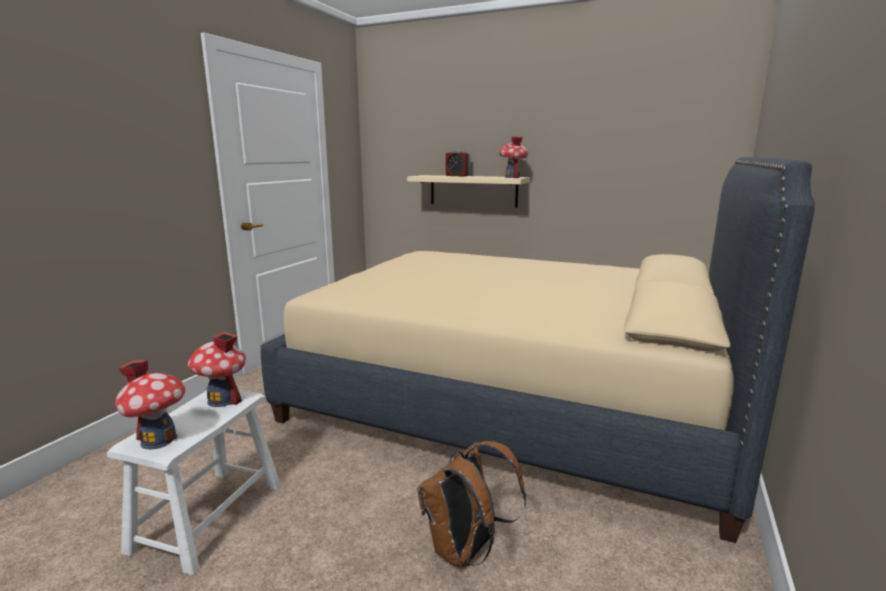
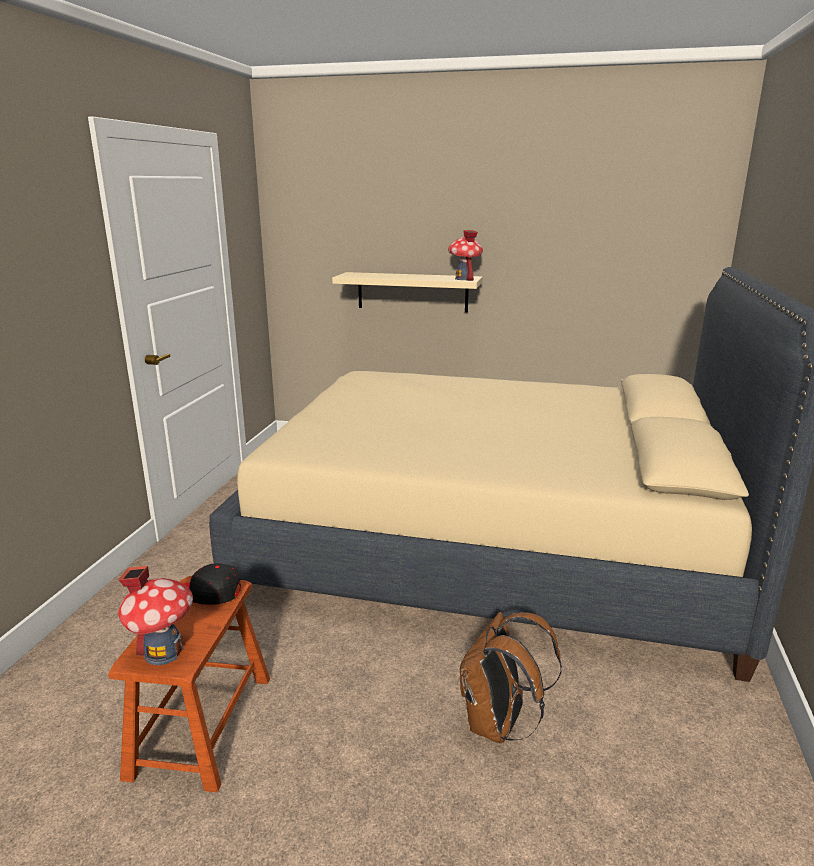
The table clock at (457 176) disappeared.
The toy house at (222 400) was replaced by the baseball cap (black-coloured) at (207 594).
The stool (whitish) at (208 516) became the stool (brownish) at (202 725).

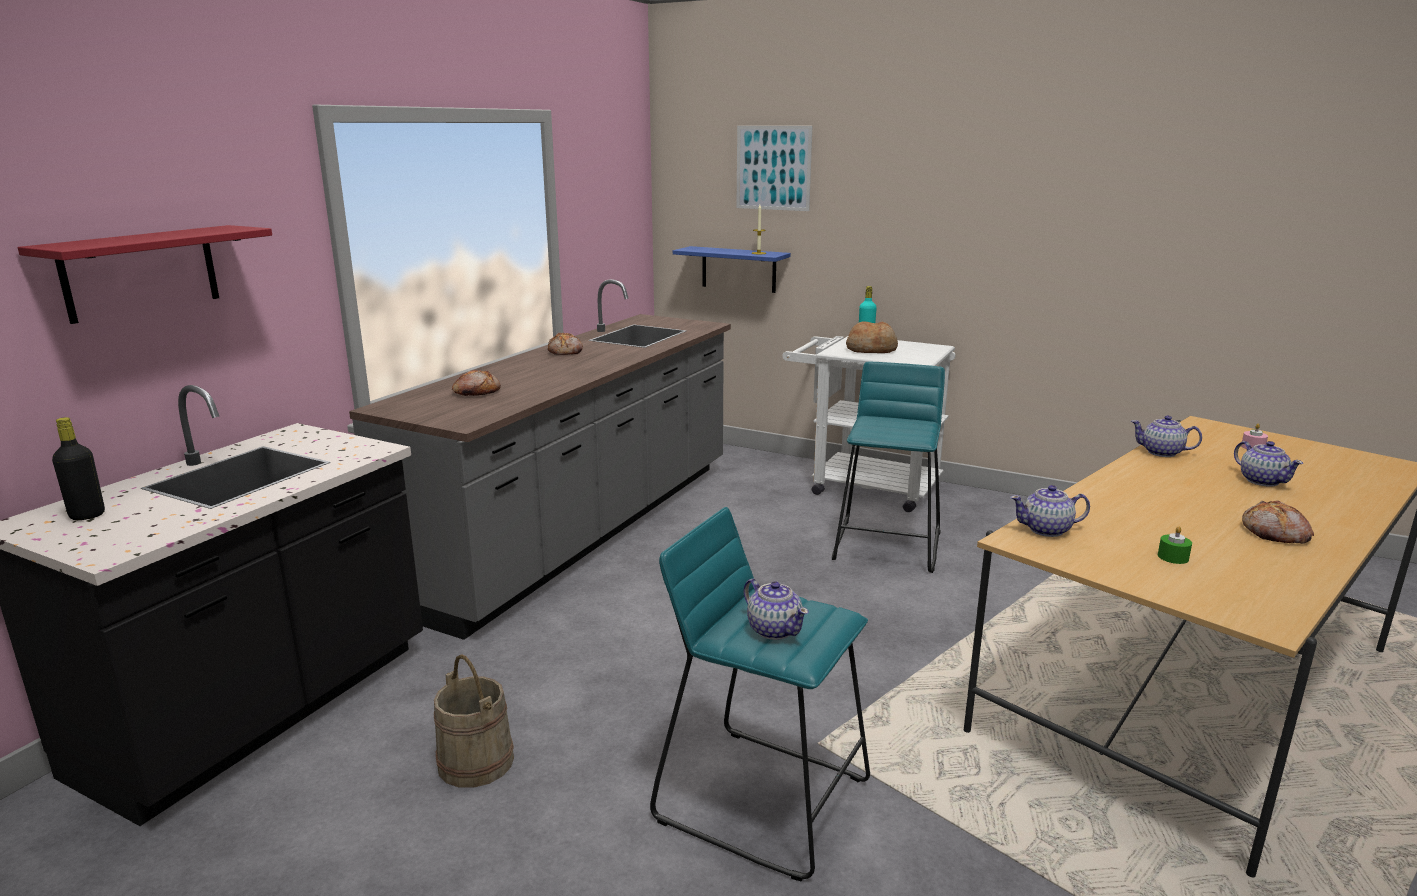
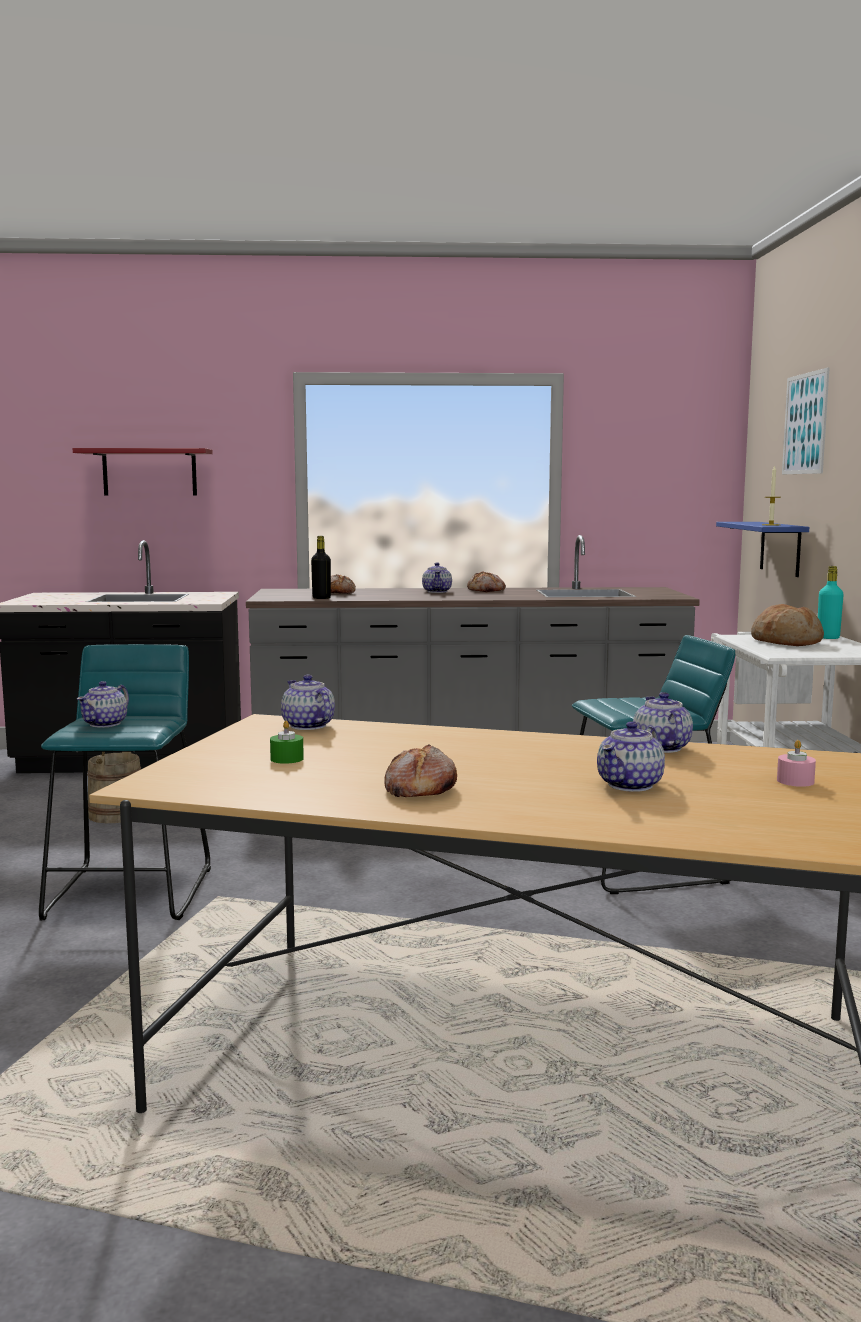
The pot for tea at (437 591) appeared.
The beverage bottle (black-coloured) moved from (87 515) to (321 598).

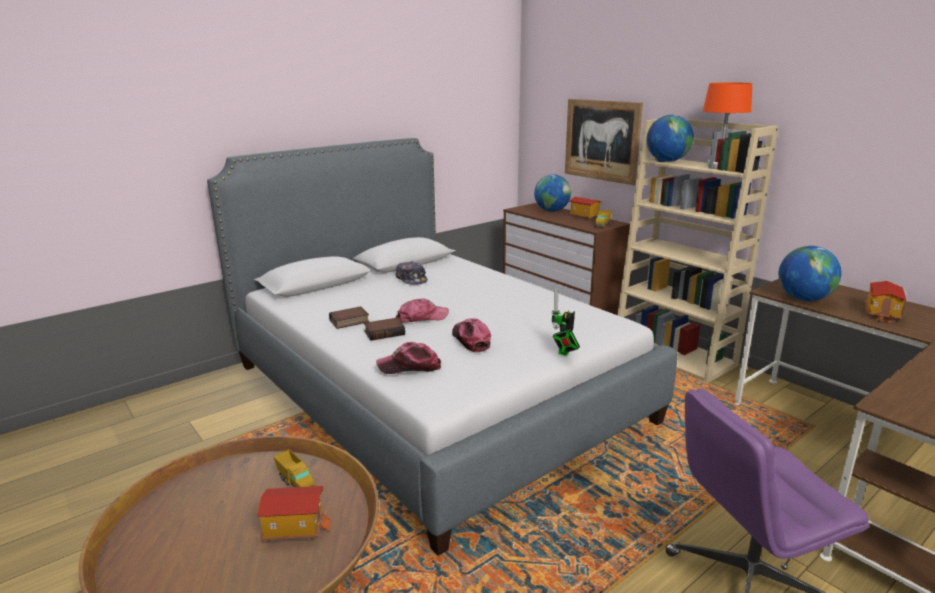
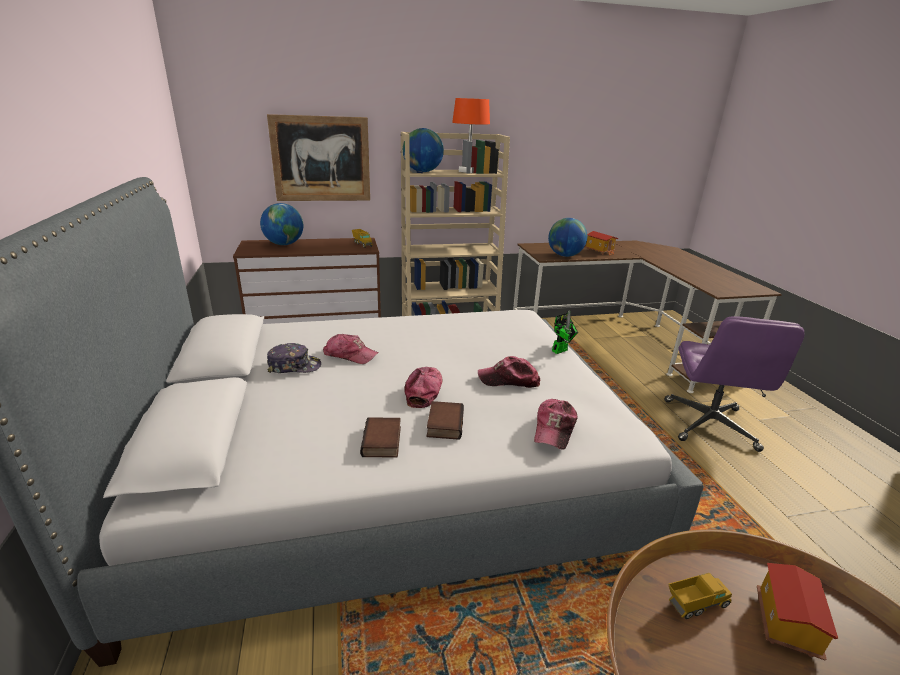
The toy house at (584 217) disappeared.
The baseball cap at (350 355) appeared.
The model robot at (564 352) turned 90 degrees counterclockwise.

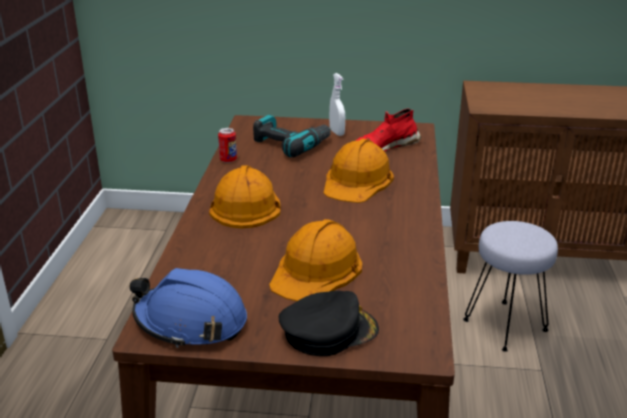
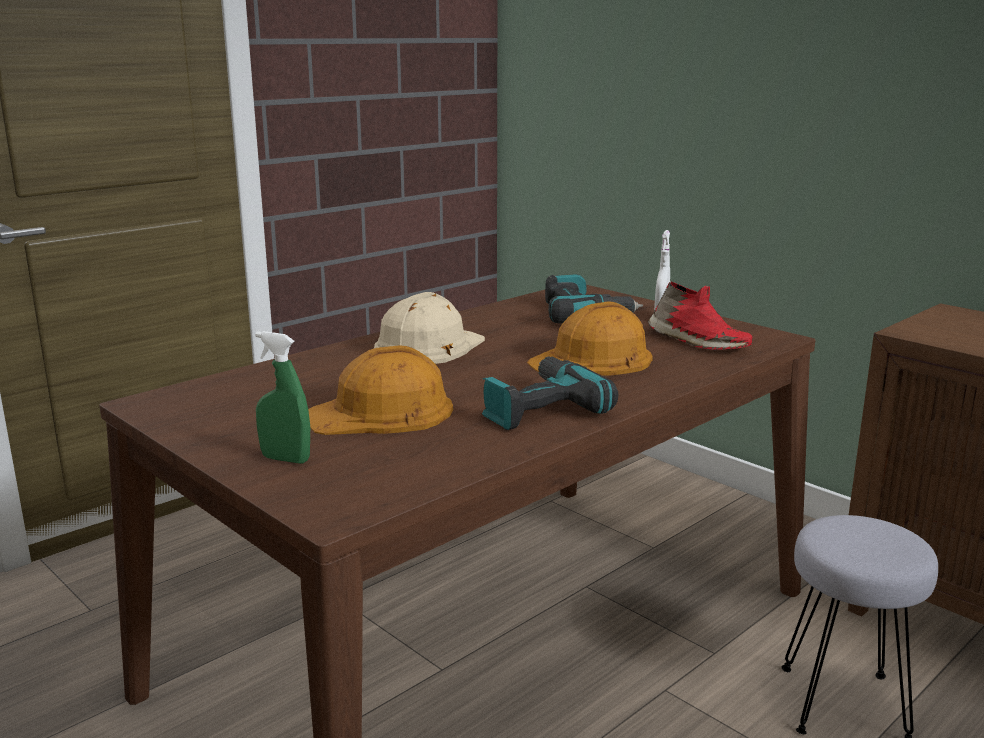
The hard hat (blue-coloured) at (191 322) disappeared.
The metal can at (228 160) disappeared.
The power drill at (539 408) appeared.
The baseball cap (black-coloured) at (328 331) was replaced by the hand sprayer (greenish) at (285 459).
The hard hat (orange-coloured) at (245 205) became the hard hat (beige-coloured) at (428 346).
The item of footwear (reddish) at (385 146) turned 150 degrees counterclockwise.

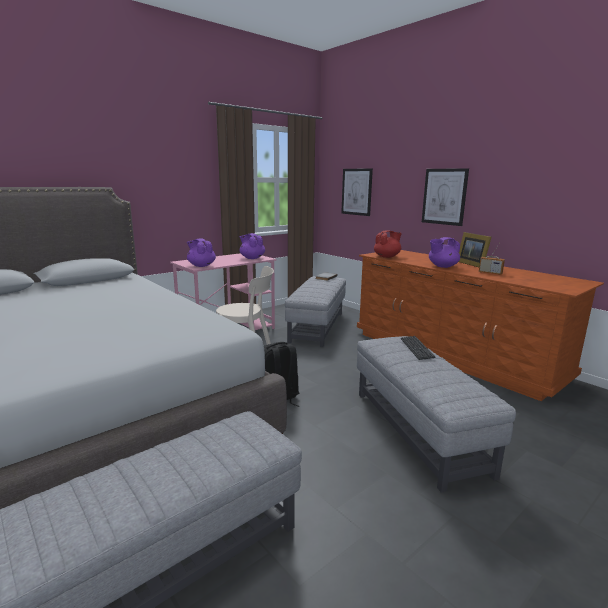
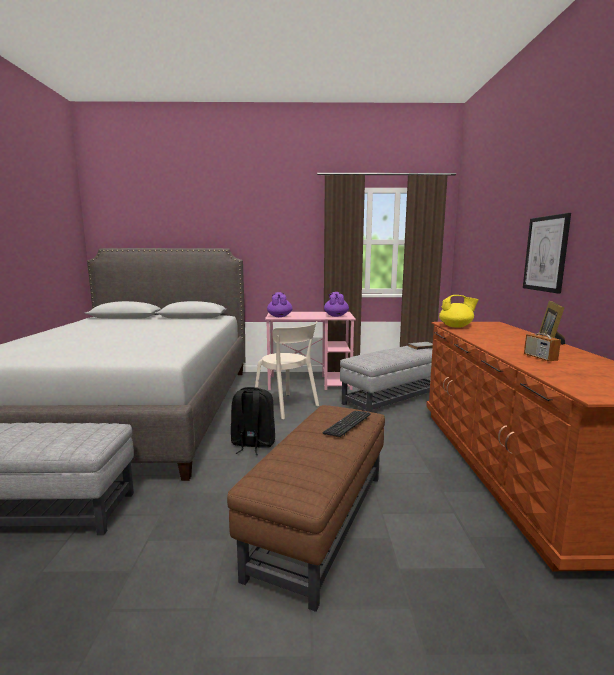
The wall art at (356 192) disappeared.
The pot for tea (purplish) at (442 266) disappeared.
The ottoman (gray) at (418 430) became the ottoman (brownish) at (321 521).
The pot for tea (reddish) at (387 257) became the pot for tea (yellowish) at (456 326).

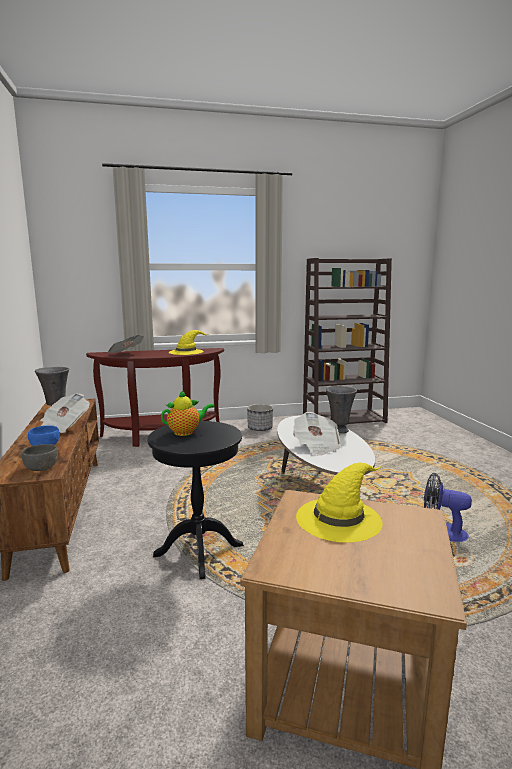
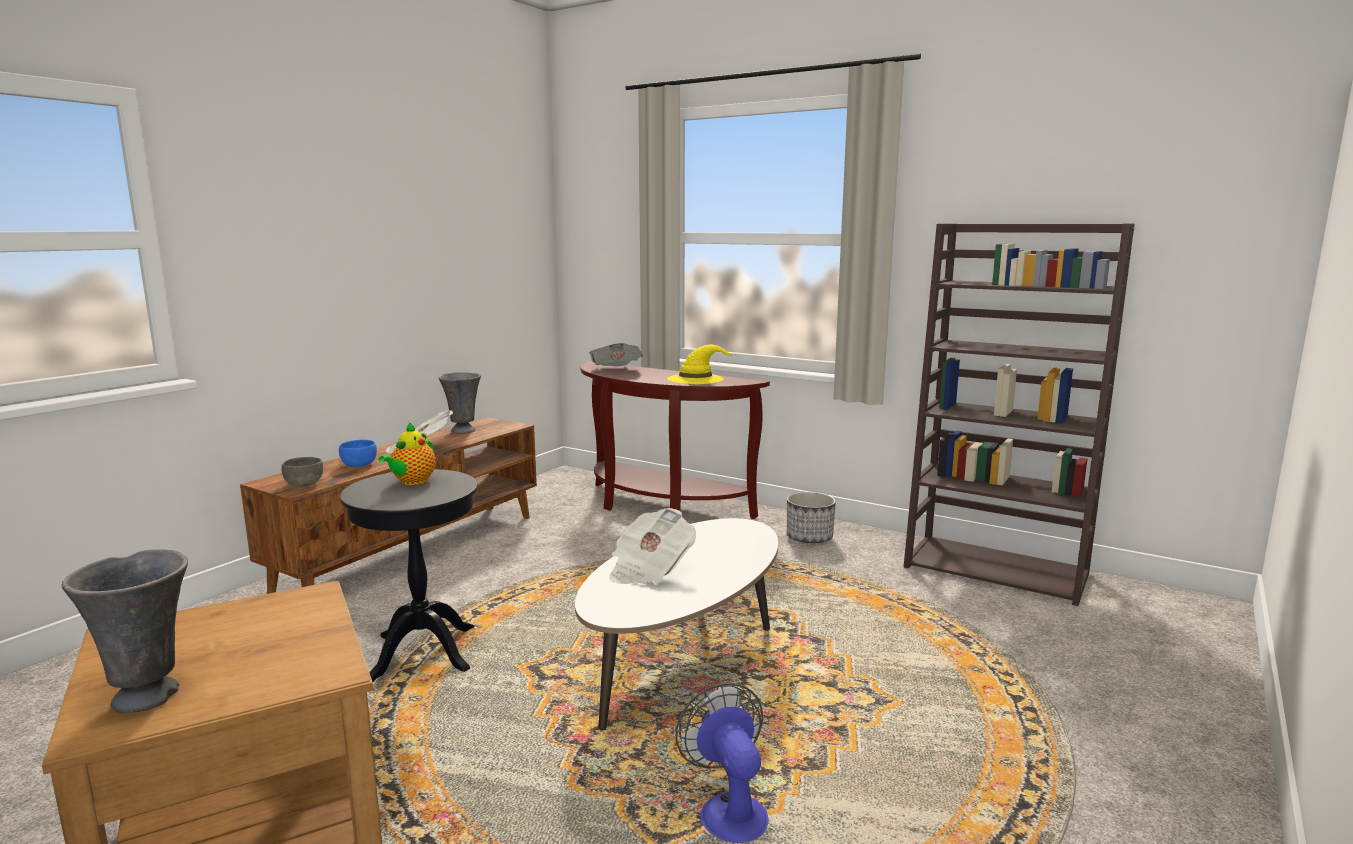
The clothing hat (yellowish) at (339 518) disappeared.
The flower vase (gray) moved from (339 430) to (149 696).
The pot for tea at (186 432) turned 90 degrees clockwise.

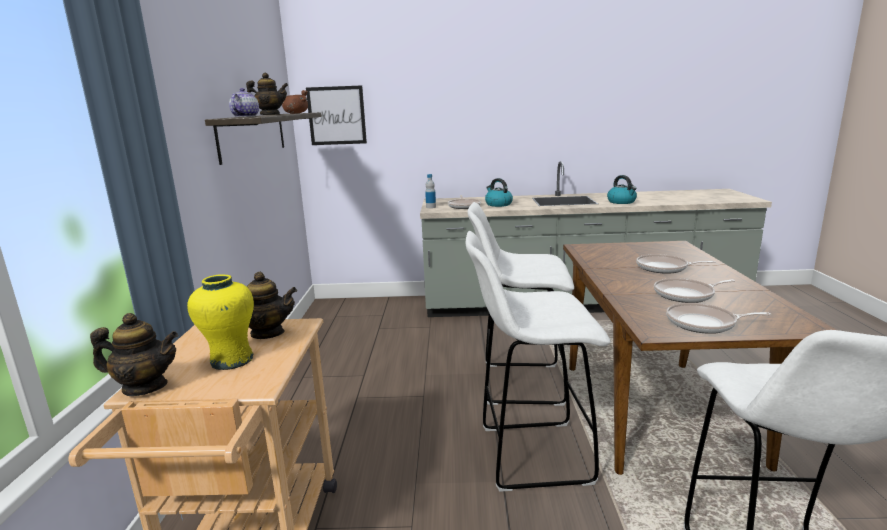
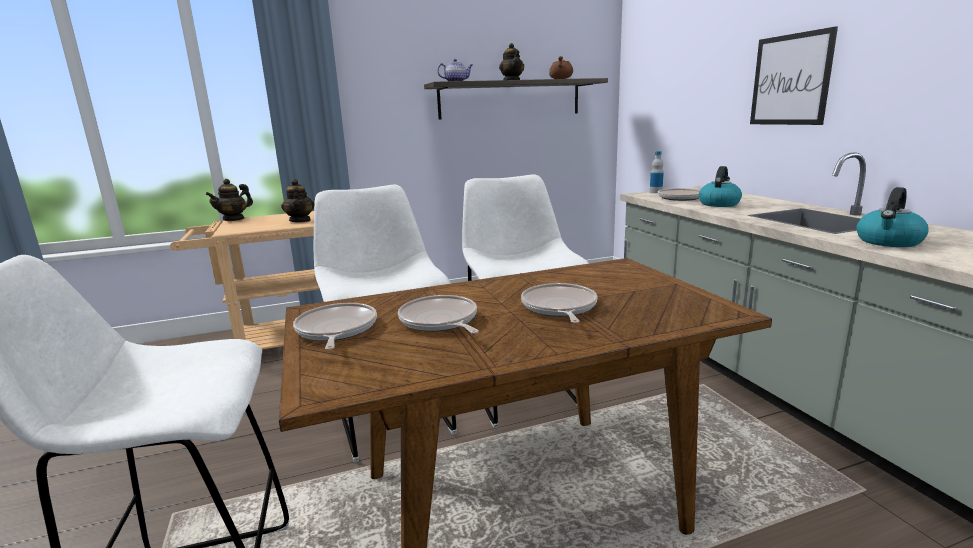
The flower vase (yellowish) at (231 360) disappeared.
The wall art moved from (336 115) to (790 80).
The pot for tea at (145 387) turned 60 degrees clockwise.

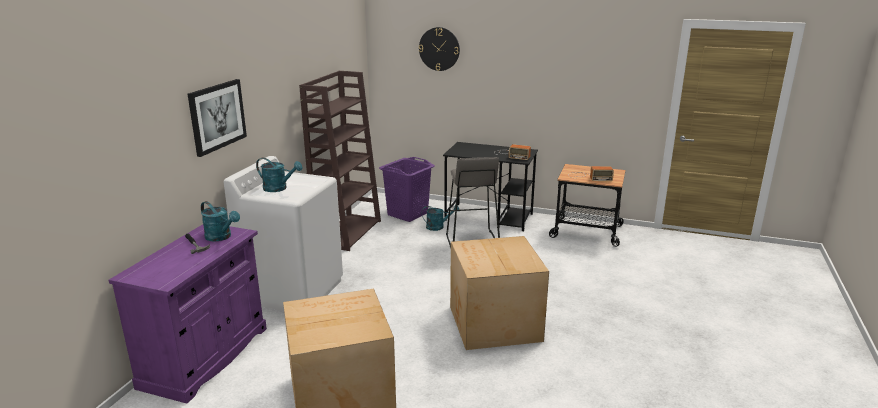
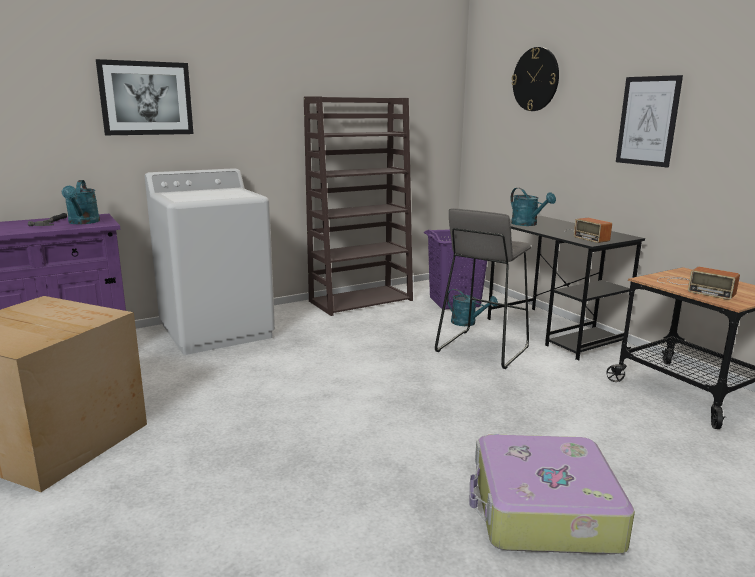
The carton at (494 324) disappeared.
The piece of luggage at (542 511) appeared.
The wall art at (647 121) appeared.
The watering pot (blue-green) moved from (279 188) to (528 224).

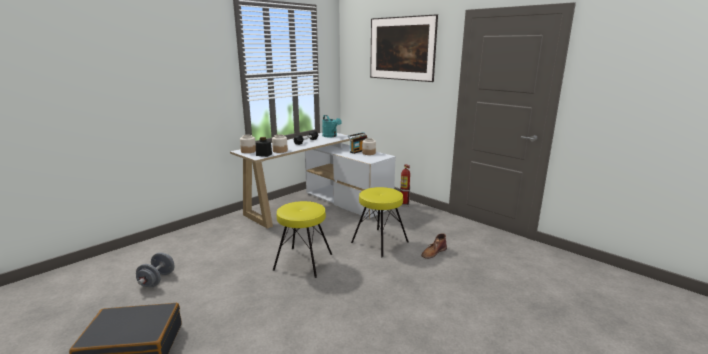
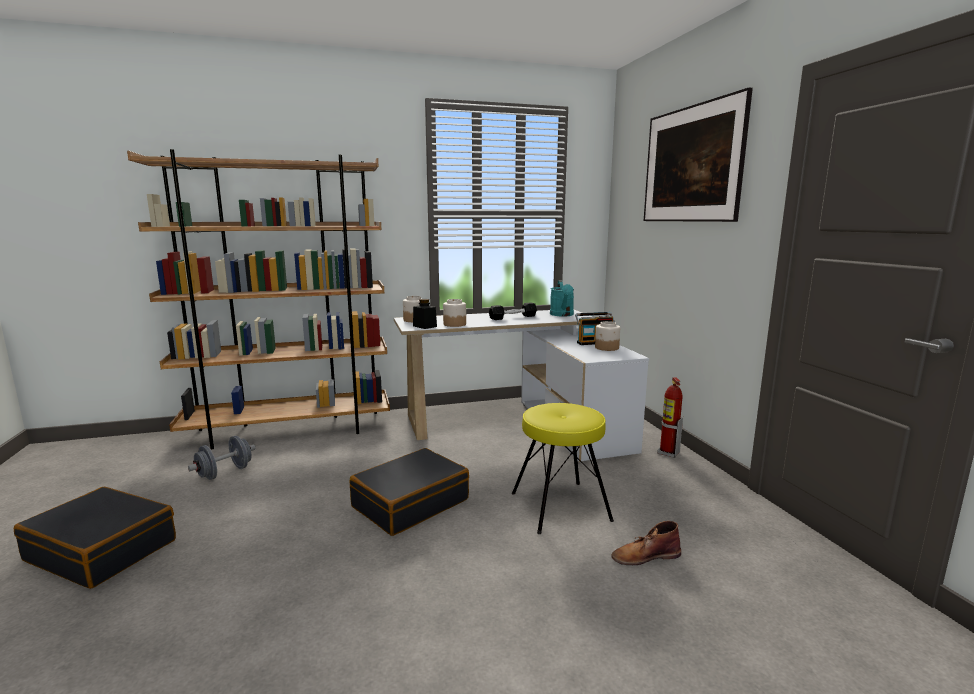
The shelving unit (brownish) at (290 430) appeared.
The stool (yellowish) at (303 262) was replaced by the piece of luggage (black-coloured) at (410 503).

